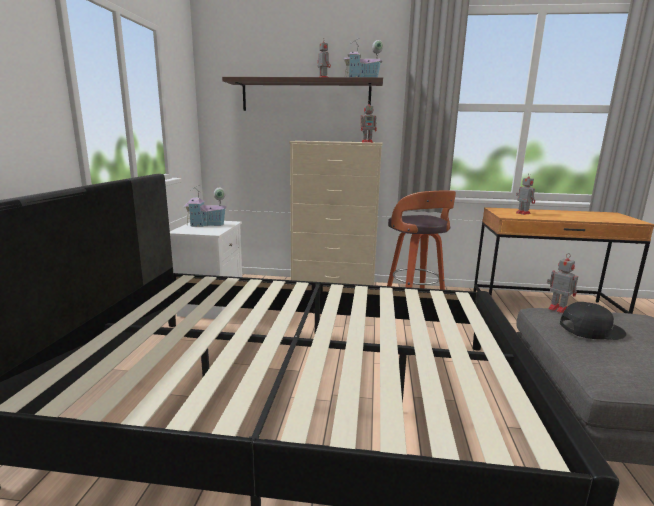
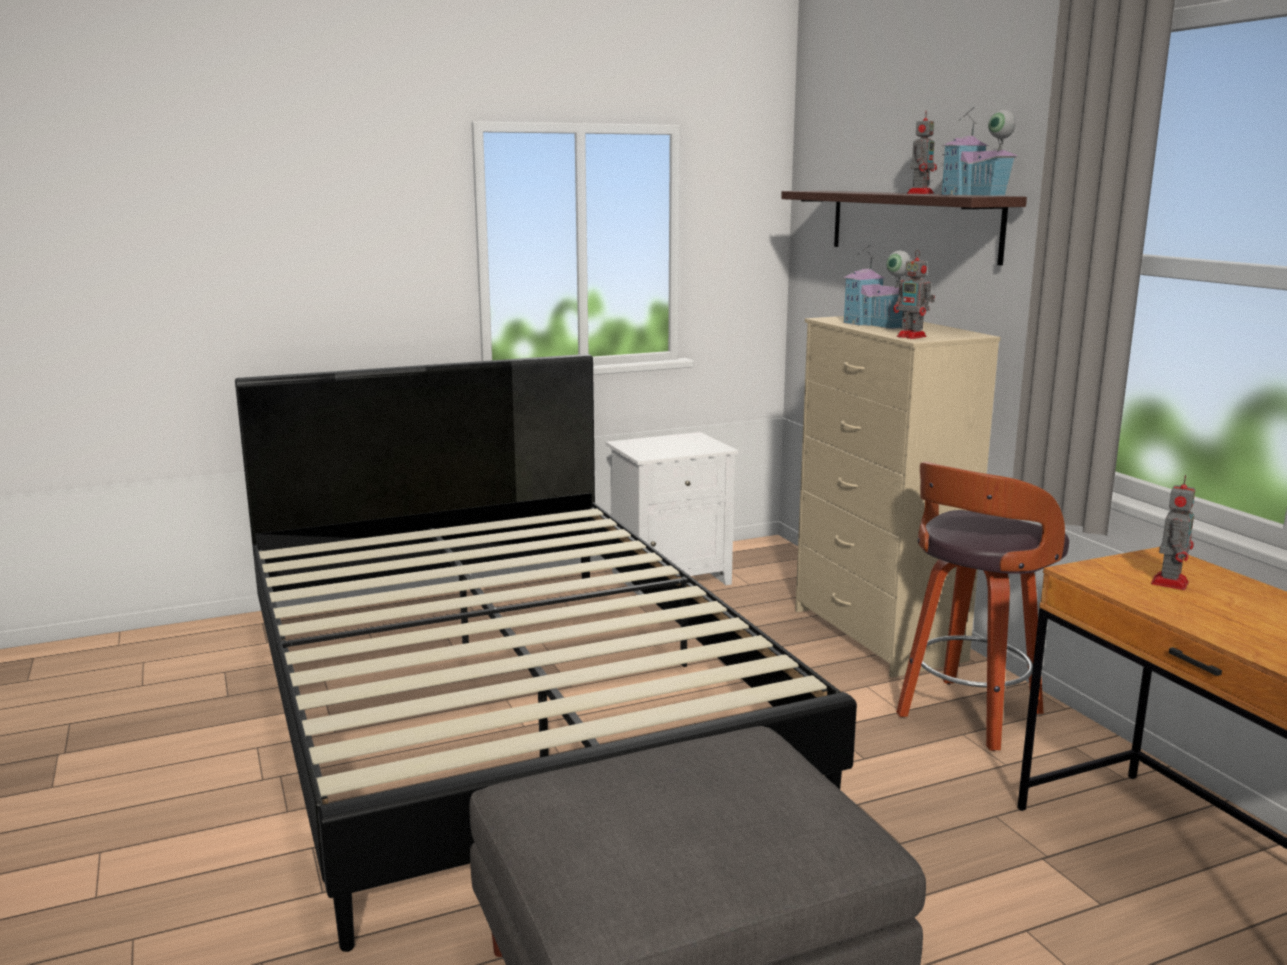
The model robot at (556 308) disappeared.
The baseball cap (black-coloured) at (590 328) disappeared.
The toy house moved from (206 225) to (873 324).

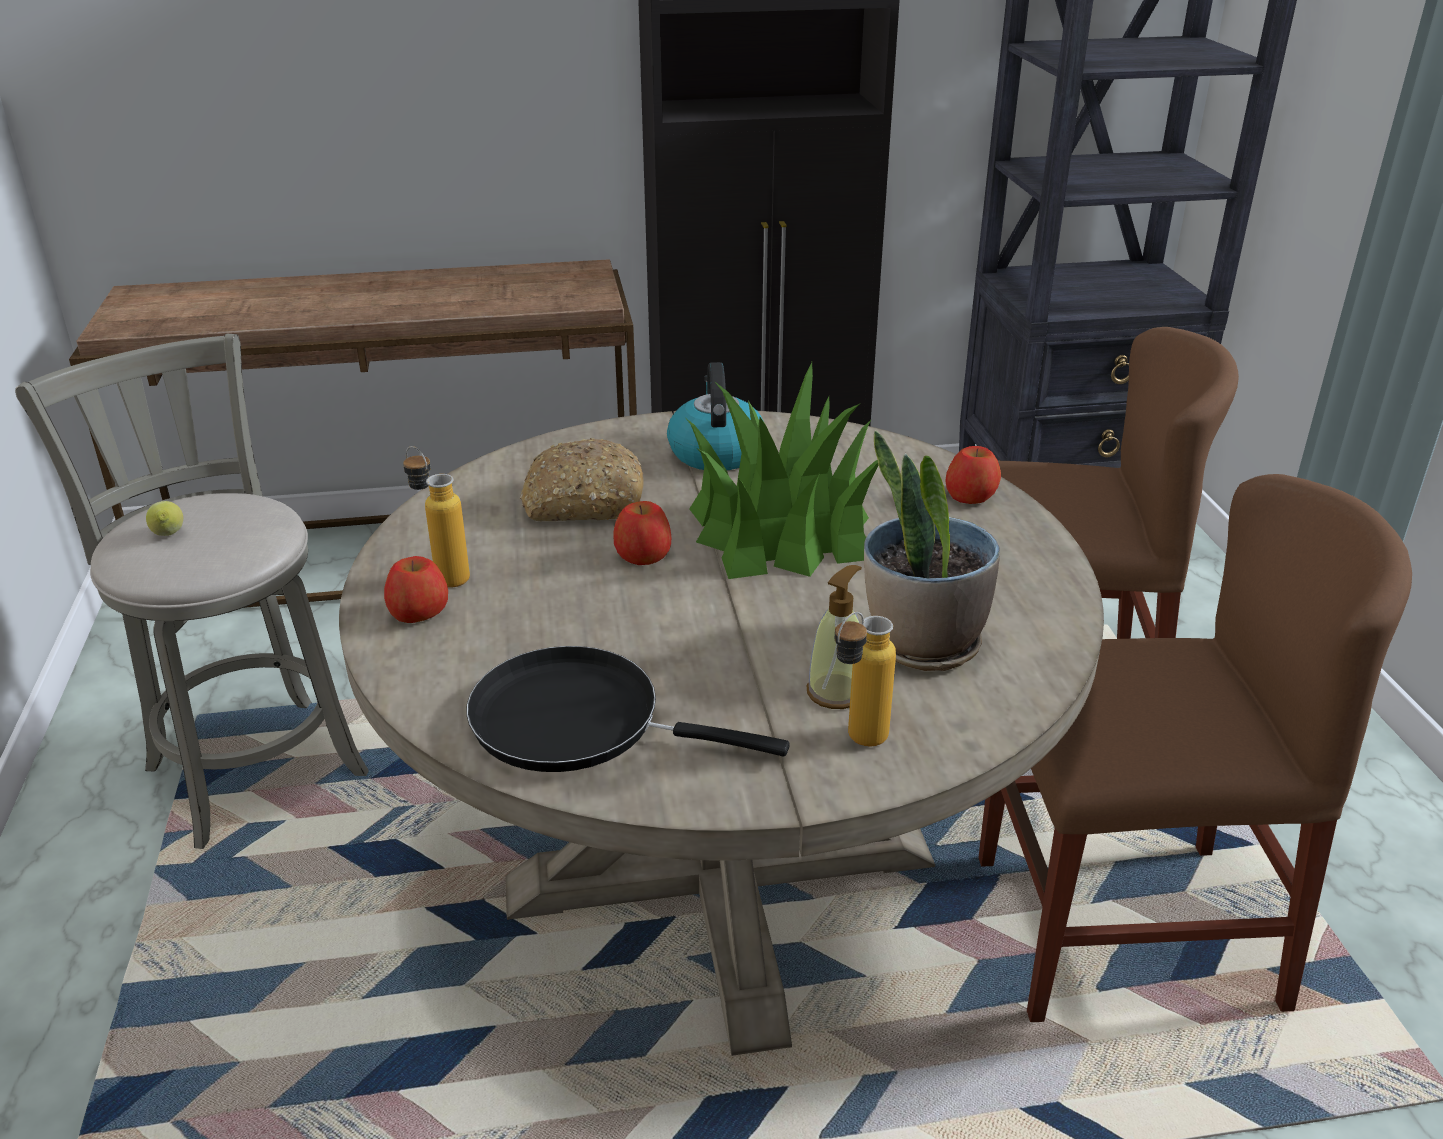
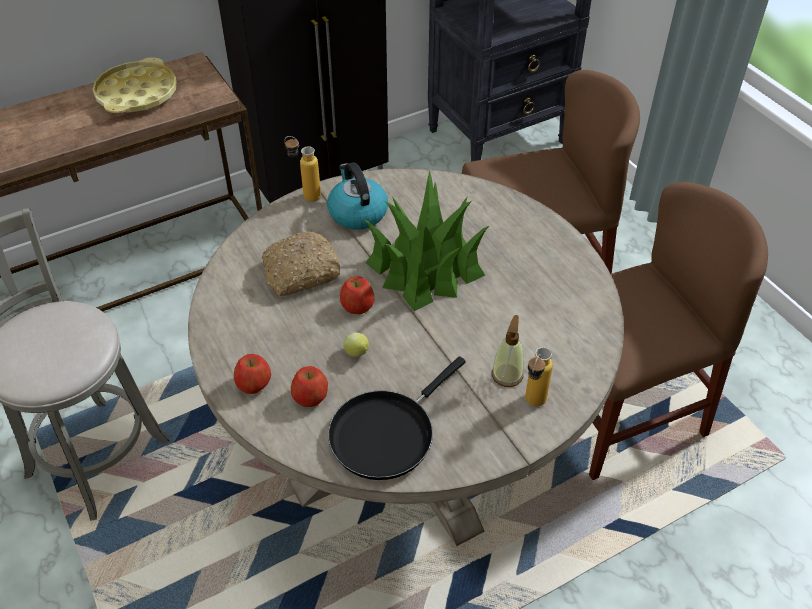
The plant in a pot at (922 645) disappeared.
The tray (yellowish) at (137 94) appeared.
The lemon moved from (169 535) to (357 354).
The beverage bottle moved from (443 575) to (305 195).
The whole apple moved from (971 496) to (310 396).
The skillet (black-coloured) at (579 721) turned 45 degrees counterclockwise.

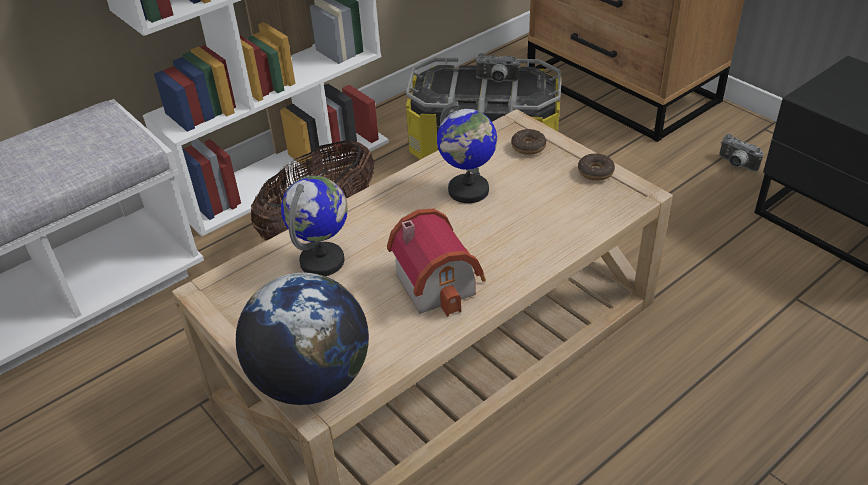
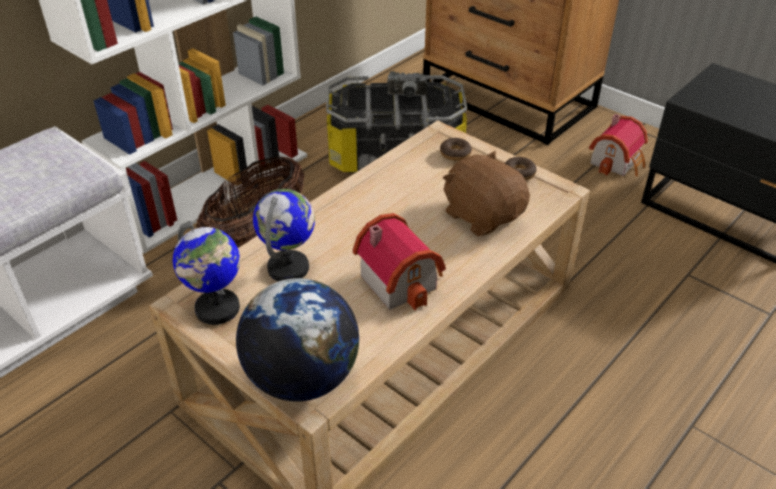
The plush toy (brownish) at (483 215) appeared.
The world globe moved from (468 191) to (217 309).
The still camera at (735 165) was replaced by the toy house at (618 162).

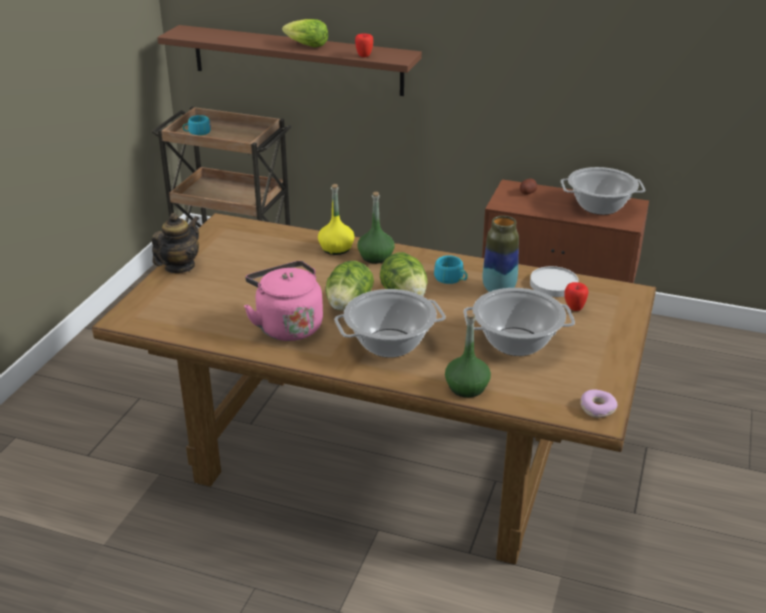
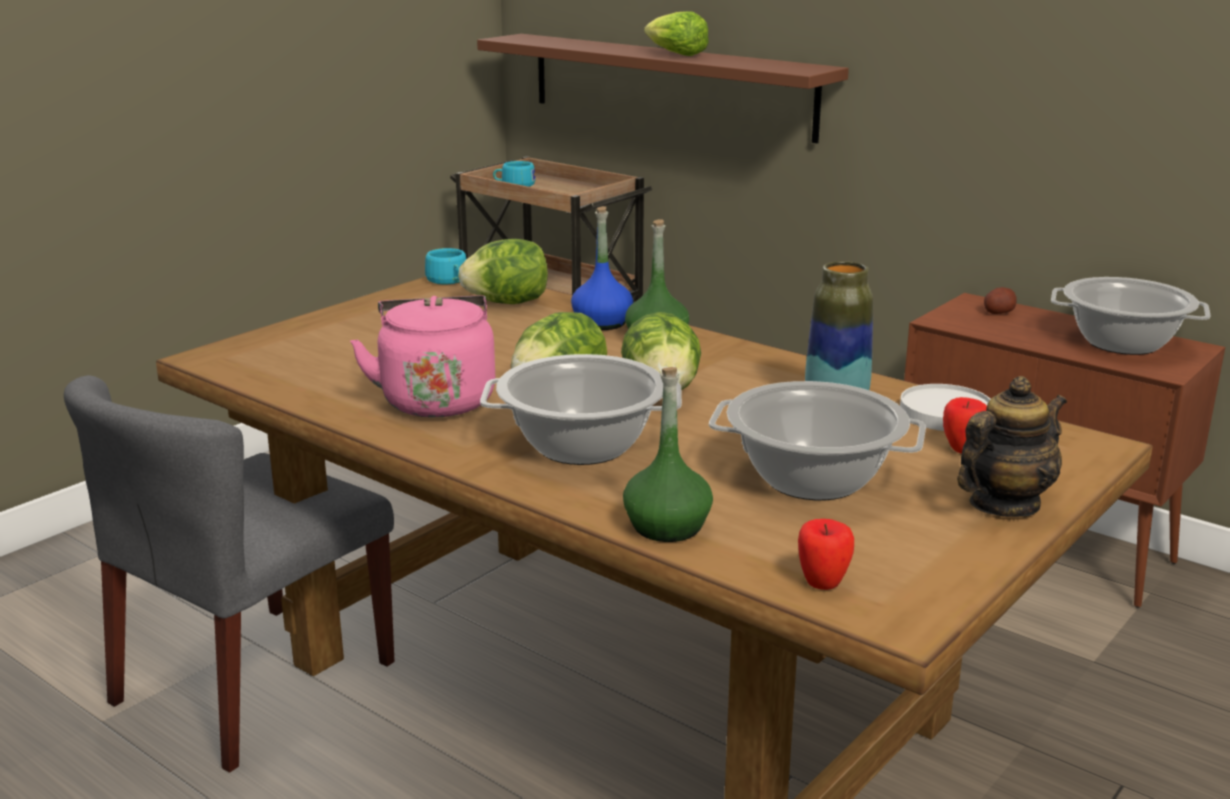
The ring doughnut at (597 408) disappeared.
The plain chair (gray) at (253 683) appeared.
The head of lettuce at (507 303) appeared.
The pot for tea moved from (179 267) to (1003 504).
The whole apple moved from (364 56) to (823 583).
The cup (blue-green) moved from (451 279) to (449 281).
The beverage bottle (yellowish) at (336 248) became the beverage bottle (blue-coloured) at (602 323).

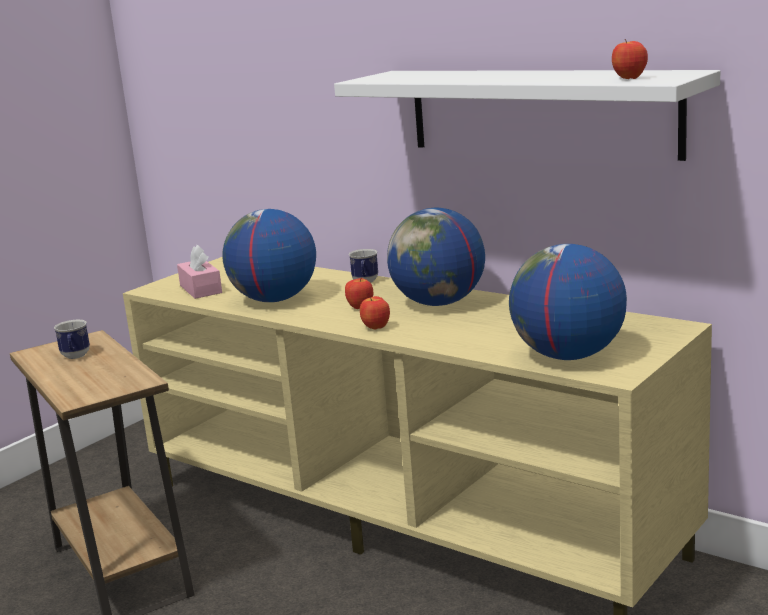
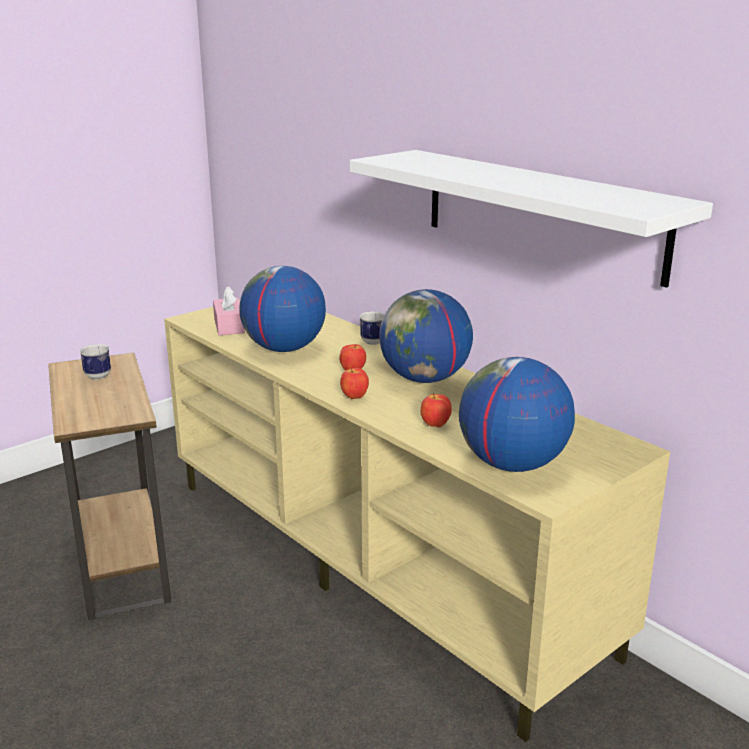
The whole apple moved from (629 78) to (435 425).

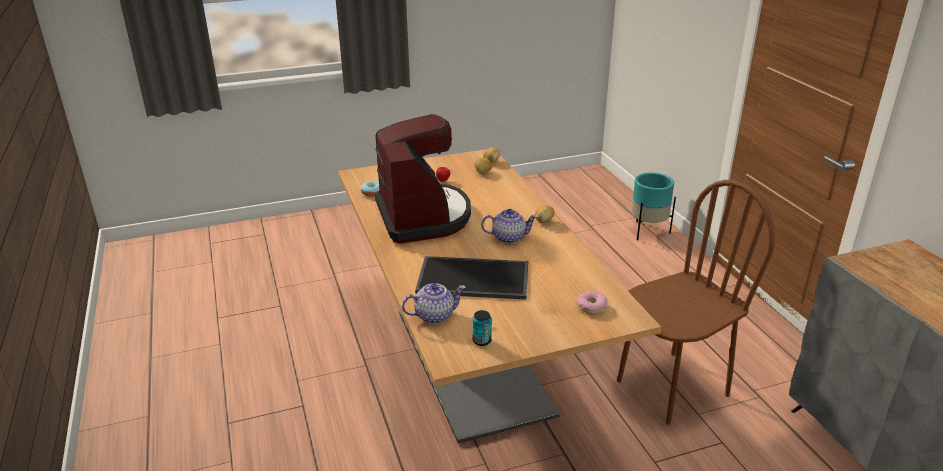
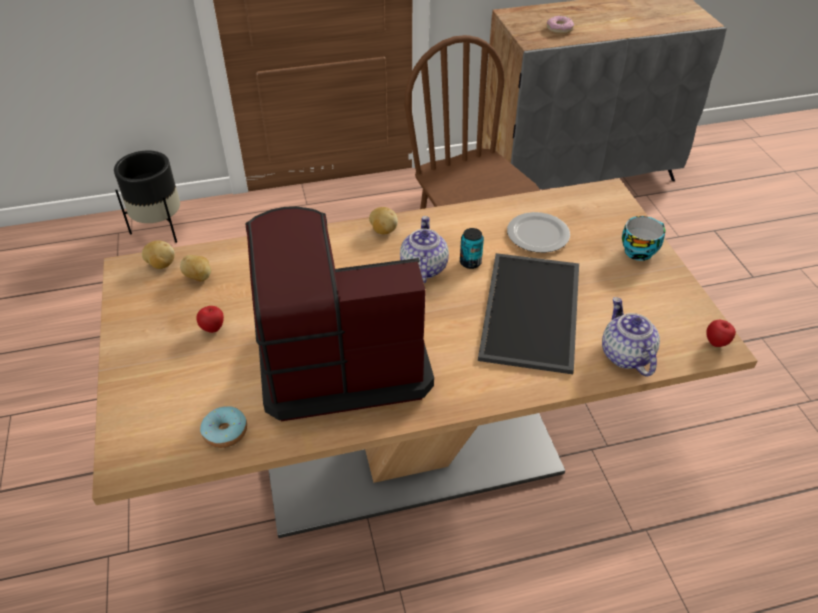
The dinner plate at (536 234) appeared.
The cup at (639 250) appeared.
The whole apple at (716 343) appeared.
The metal can moved from (482 341) to (470 262).
The ring doughnut moved from (591 307) to (559 29).
The planter (blue-green) at (648 231) became the planter (black-coloured) at (160 229).

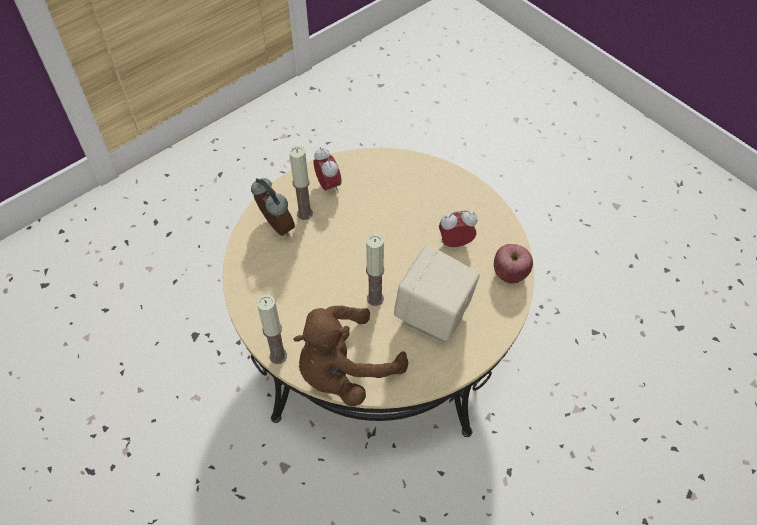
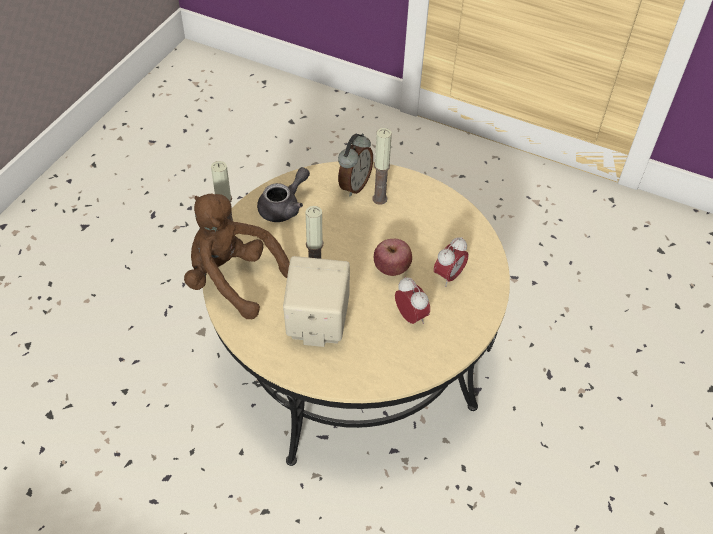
The pot for tea (gray) at (284 207) appeared.
The table clock moved from (328 185) to (448 276).
The whole apple moved from (510 273) to (392 269).

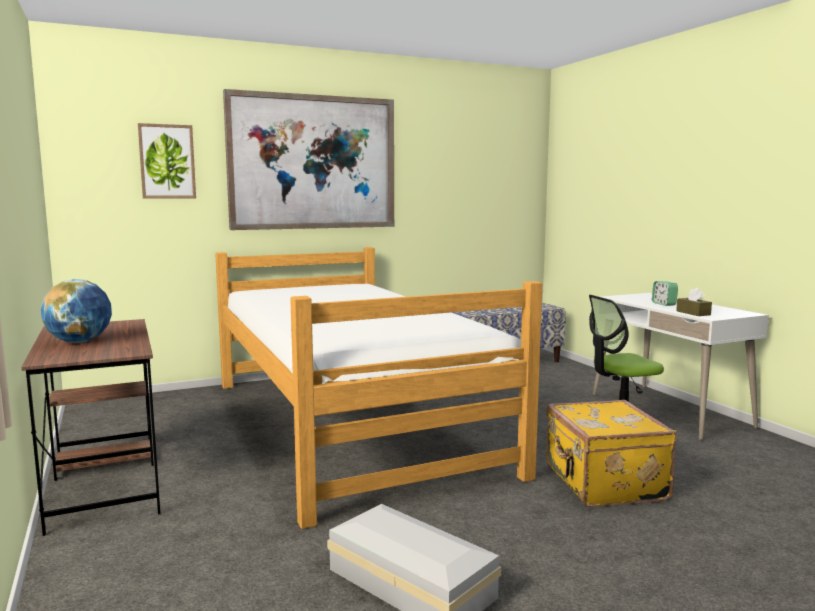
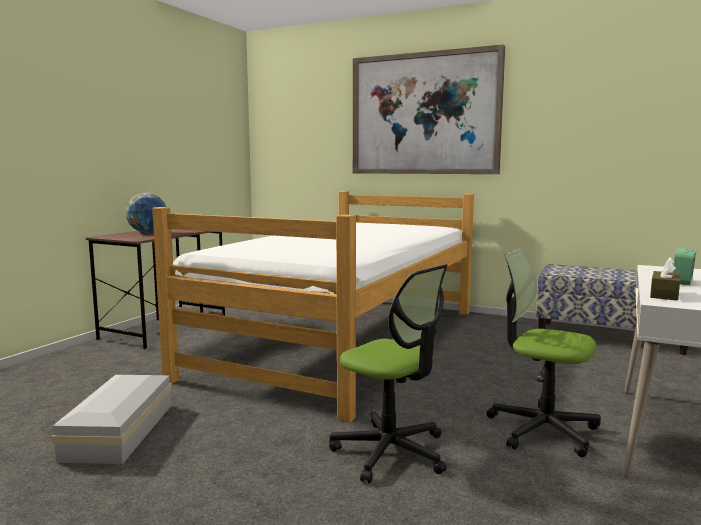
The wall art at (167 161) disappeared.
The piece of luggage (yellowish) at (603 483) was replaced by the office chair at (391 452).

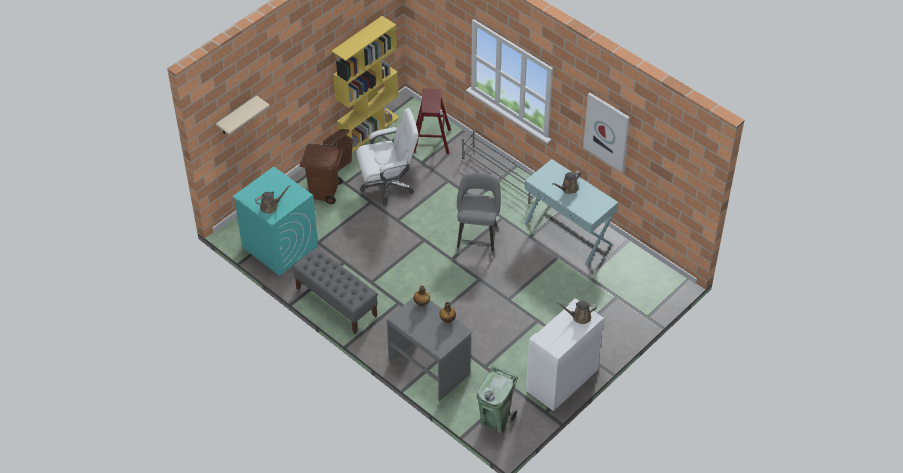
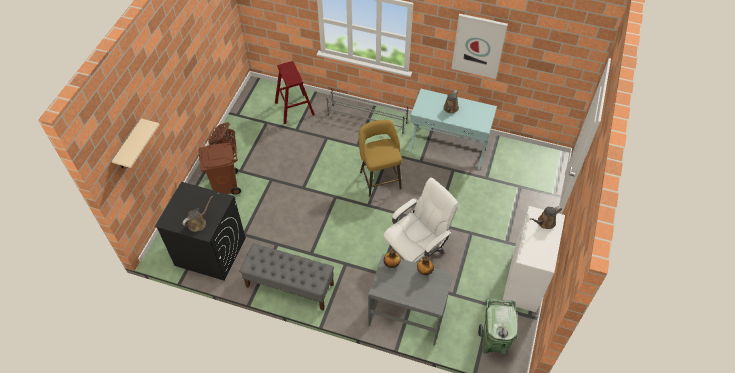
The shelving unit (yellowish) at (369 130) disappeared.
The office chair (whitish) moved from (388 185) to (416 253).
The laundry machine (blue-green) at (279 246) became the laundry machine (black-coloured) at (210 251).
The stool (gray) at (477 238) became the stool (yellowish) at (379 178).

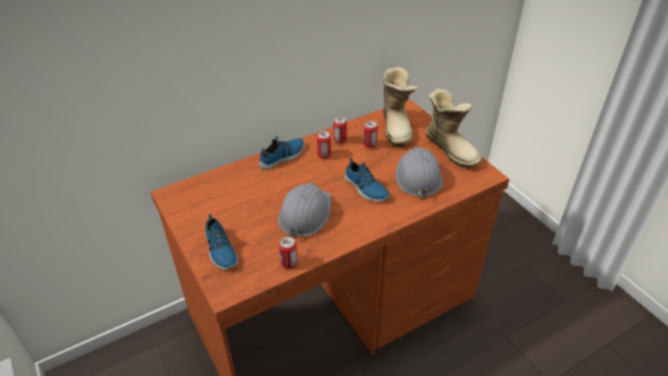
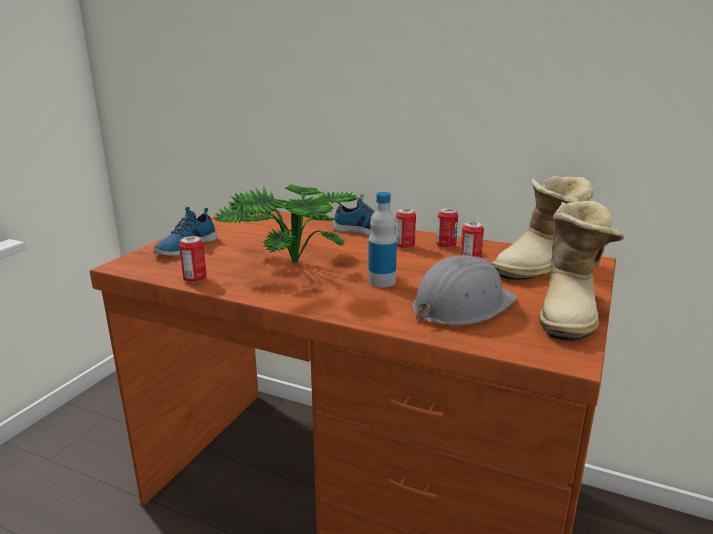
The hard hat (gray) at (305 214) was replaced by the plant in a pot at (288 265).
The item of footwear at (365 188) was replaced by the beverage bottle at (382 281).

